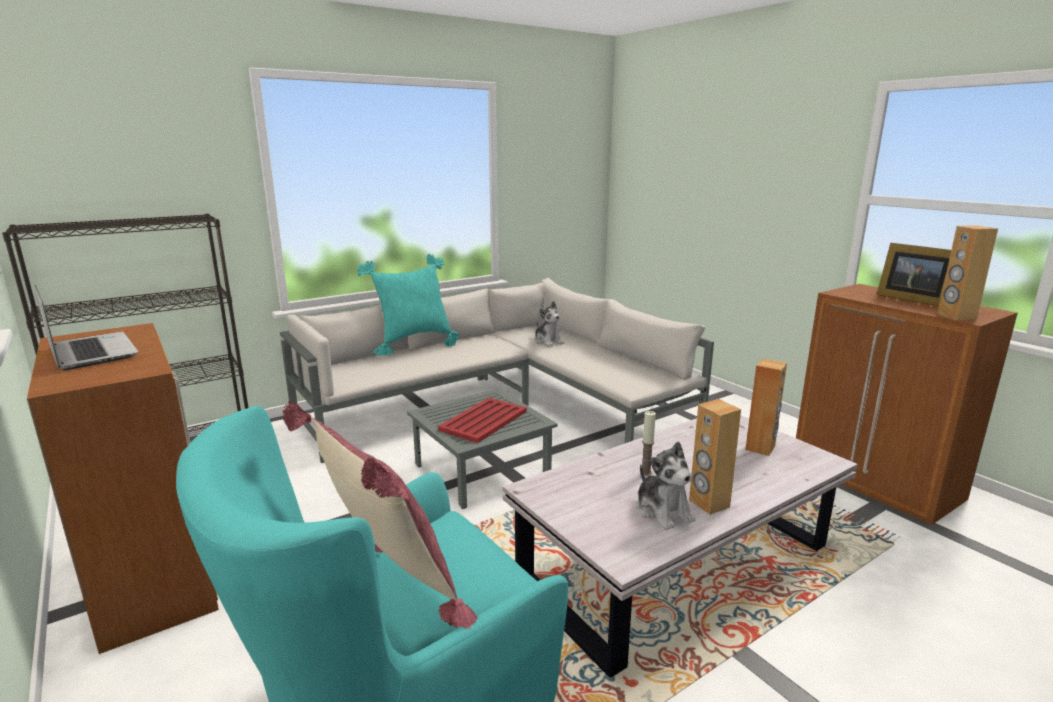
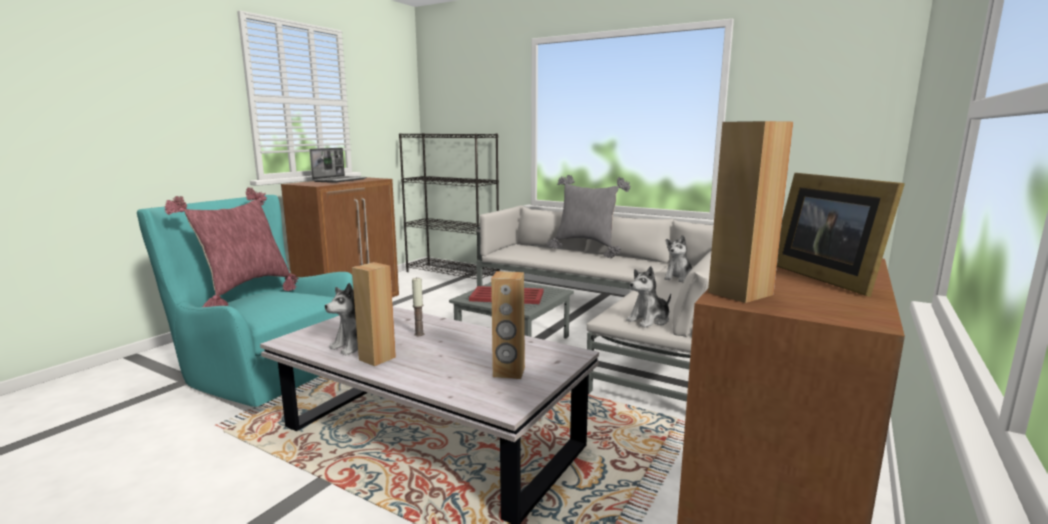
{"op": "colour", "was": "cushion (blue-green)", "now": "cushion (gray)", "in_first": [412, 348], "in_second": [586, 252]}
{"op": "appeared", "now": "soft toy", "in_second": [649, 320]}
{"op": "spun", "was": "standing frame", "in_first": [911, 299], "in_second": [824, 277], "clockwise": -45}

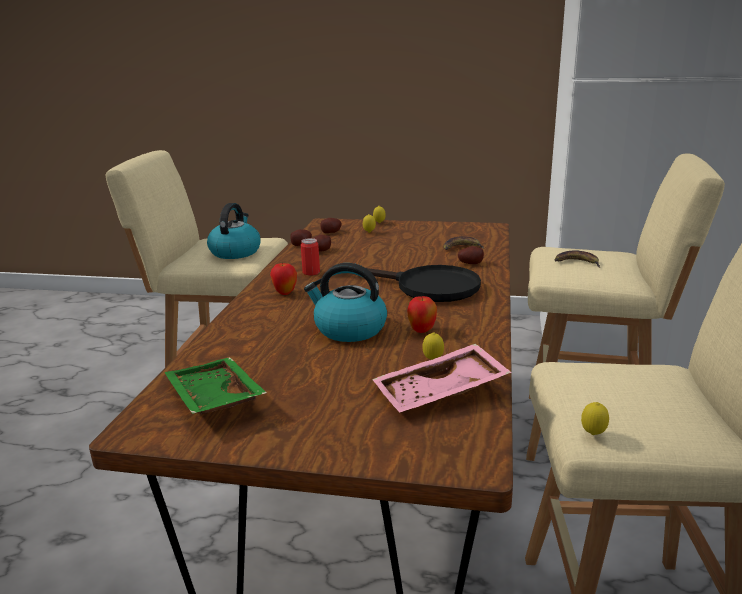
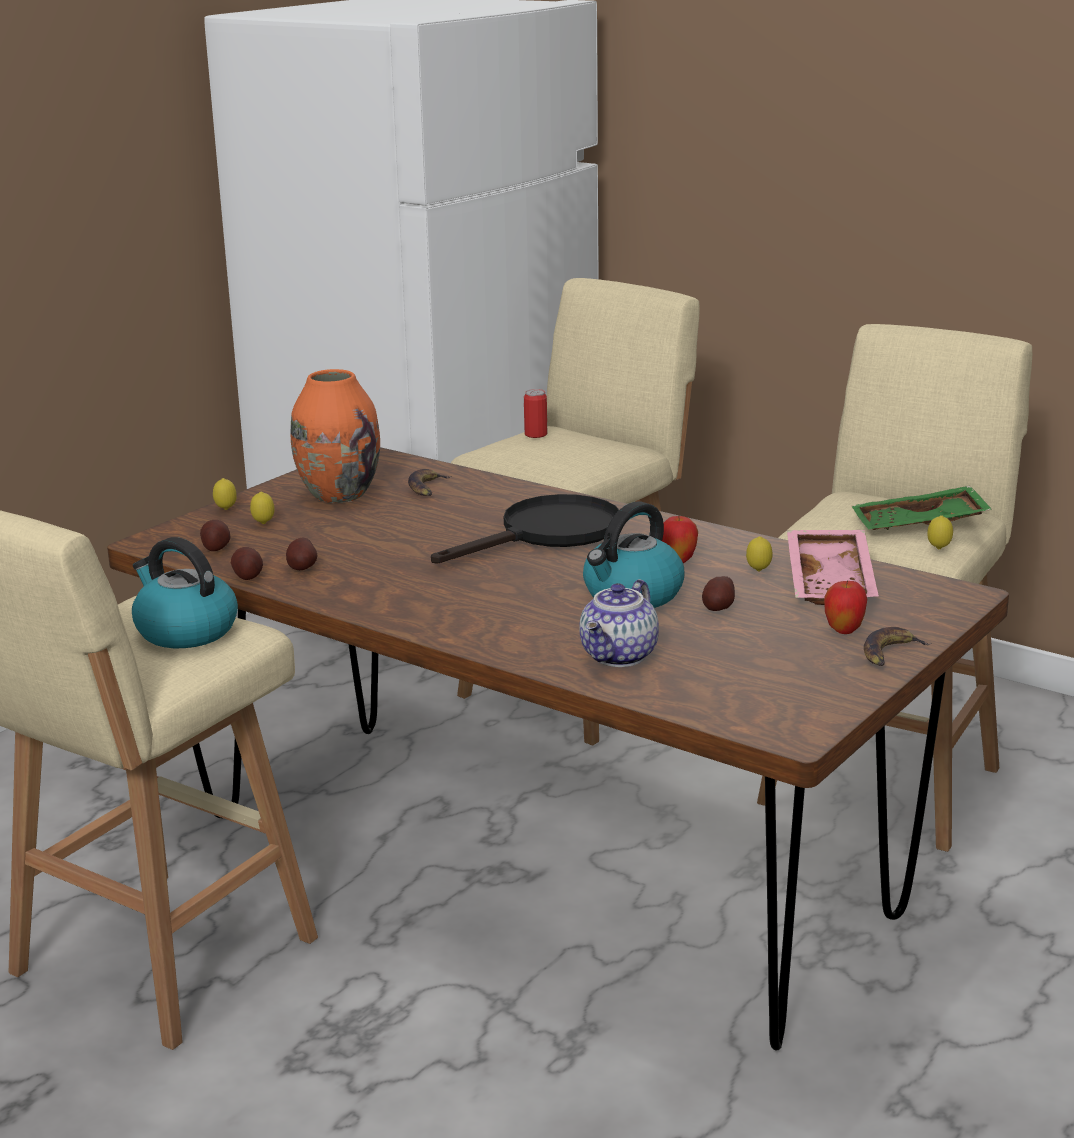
{"op": "appeared", "now": "flower vase (orange)", "in_second": [338, 494]}
{"op": "relocated", "was": "metal can", "in_first": [311, 272], "in_second": [535, 434]}
{"op": "appeared", "now": "teapot", "in_second": [620, 656]}
{"op": "relocated", "was": "whole potato", "in_first": [470, 263], "in_second": [718, 608]}
{"op": "relocated", "was": "whole apple", "in_first": [285, 293], "in_second": [844, 631]}
{"op": "relocated", "was": "serving tray (greenish)", "in_first": [212, 399], "in_second": [919, 526]}
{"op": "relocated", "was": "banana fruit", "in_first": [576, 262], "in_second": [890, 653]}

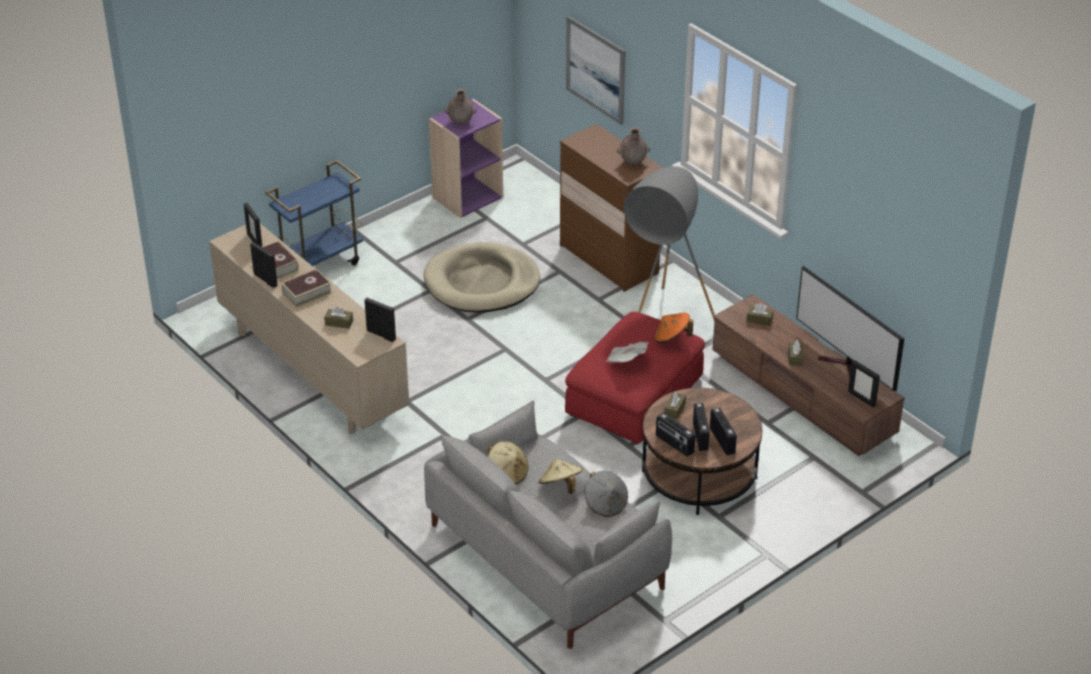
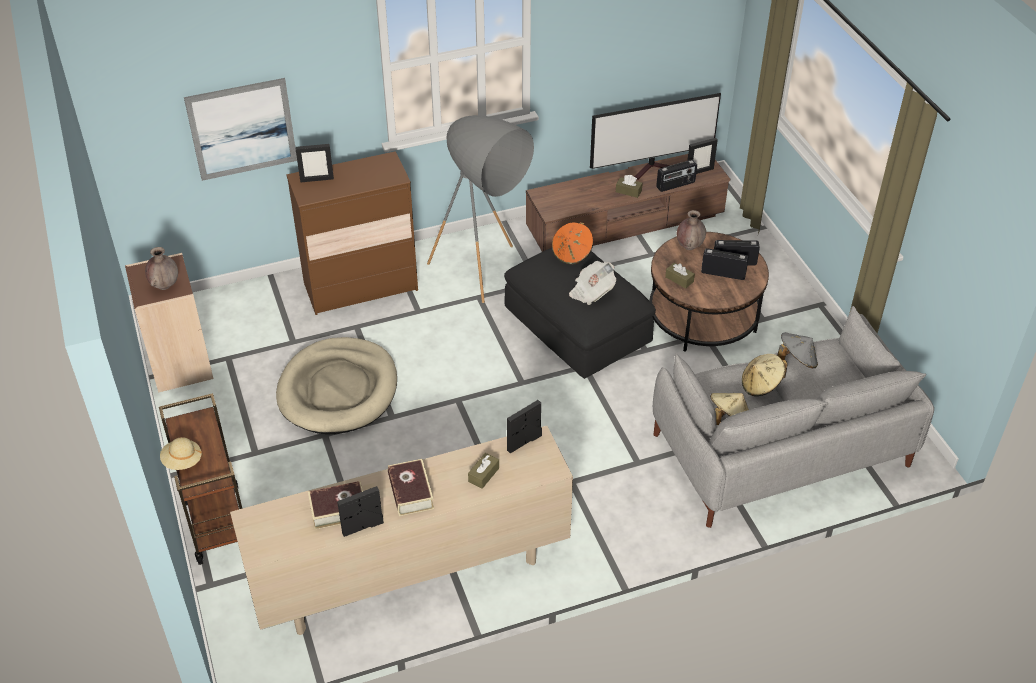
{"op": "colour", "was": "bookshelf (purple)", "now": "bookshelf (brown-coloured)", "in_first": [467, 196], "in_second": [179, 363]}
{"op": "colour", "was": "trolley (blue)", "now": "trolley (brown-coloured)", "in_first": [321, 266], "in_second": [217, 522]}
{"op": "appeared", "now": "wearable hat (sand-coloured)", "in_second": [182, 461]}
{"op": "relocated", "was": "standing frame", "in_first": [255, 241], "in_second": [317, 179]}
{"op": "colour", "was": "pouffe (red)", "now": "pouffe (black-coloured)", "in_first": [634, 397], "in_second": [577, 327]}
{"op": "relocated", "was": "radio receiver", "in_first": [674, 444], "in_second": [676, 185]}
{"op": "relocated", "was": "flower vase (brown-coloured)", "in_first": [633, 162], "in_second": [689, 246]}
{"op": "missing", "was": "tissue box (brown-coloured)", "in_first": [759, 320]}

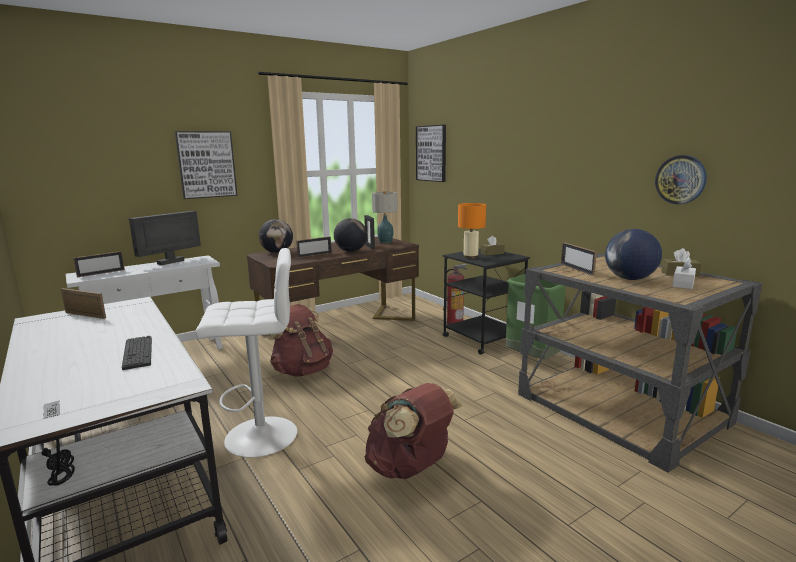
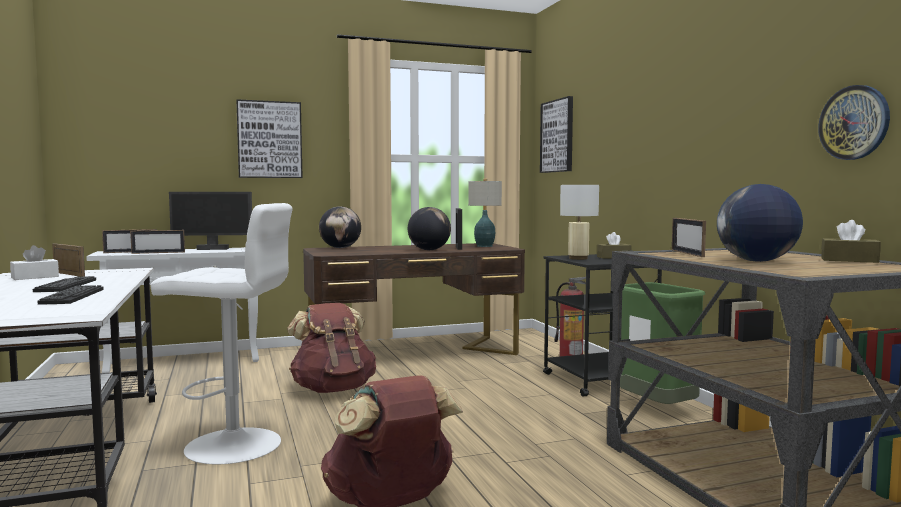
{"op": "relocated", "was": "tissue box (white-coloured)", "in_first": [683, 284], "in_second": [35, 277]}
{"op": "appeared", "now": "computer keyboard", "in_second": [66, 285]}
{"op": "relocated", "was": "standing frame", "in_first": [314, 255], "in_second": [158, 253]}
{"op": "spun", "was": "computer screen", "in_first": [171, 262], "in_second": [213, 249], "clockwise": -150}
{"op": "colour", "was": "tabletop lamp (orange)", "now": "tabletop lamp (white-coloured)", "in_first": [471, 257], "in_second": [578, 258]}

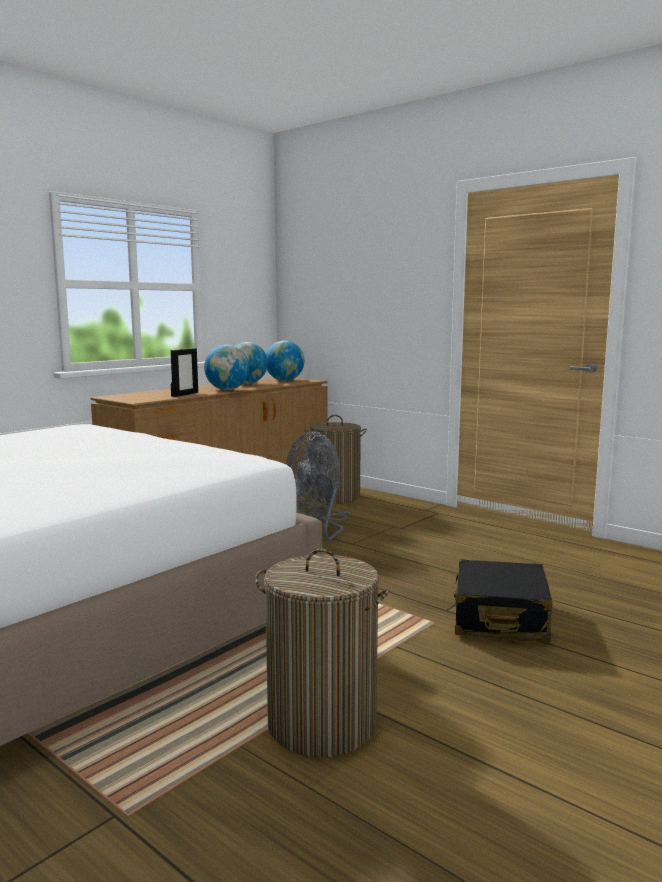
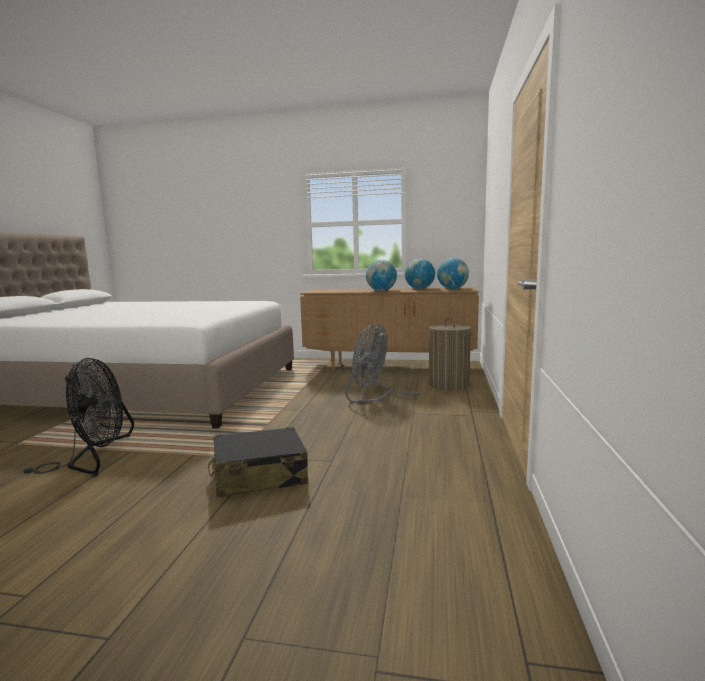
{"op": "exchanged", "was": "hamper", "now": "electric fan (black-coloured)", "in_first": [321, 724], "in_second": [92, 458]}
{"op": "missing", "was": "standing frame", "in_first": [185, 394]}

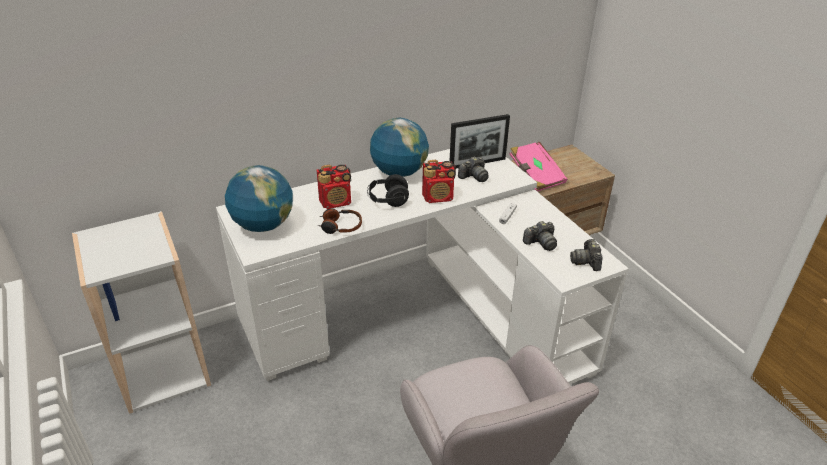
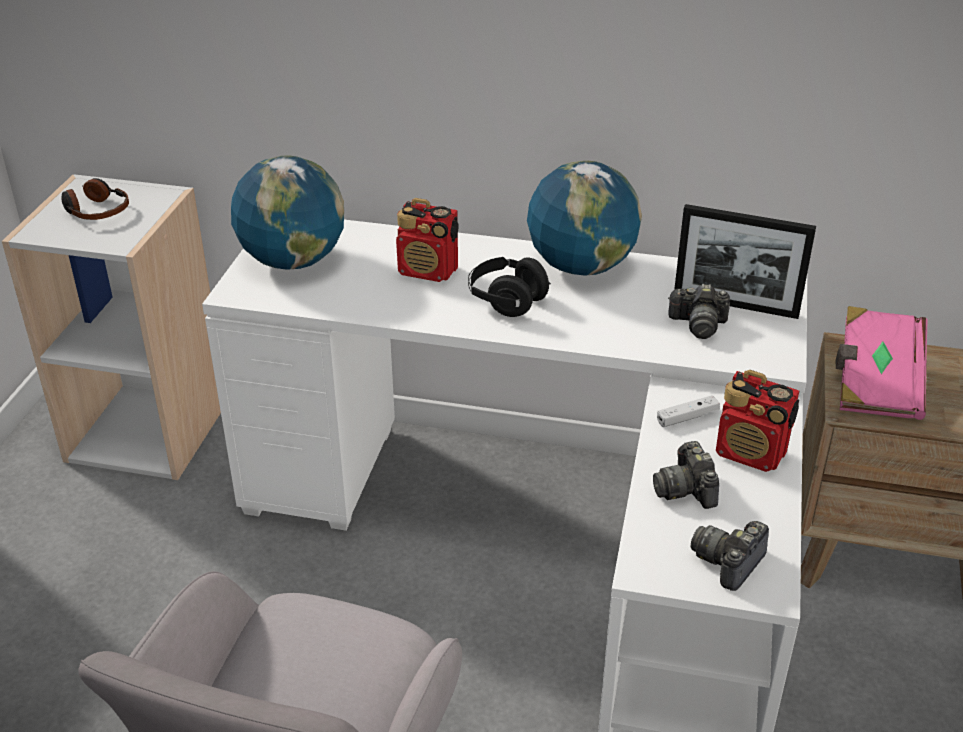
{"op": "relocated", "was": "pair of headphones", "in_first": [340, 226], "in_second": [96, 211]}
{"op": "spun", "was": "still camera", "in_first": [541, 243], "in_second": [686, 489], "clockwise": 60}
{"op": "relocated", "was": "radio receiver", "in_first": [438, 197], "in_second": [751, 454]}

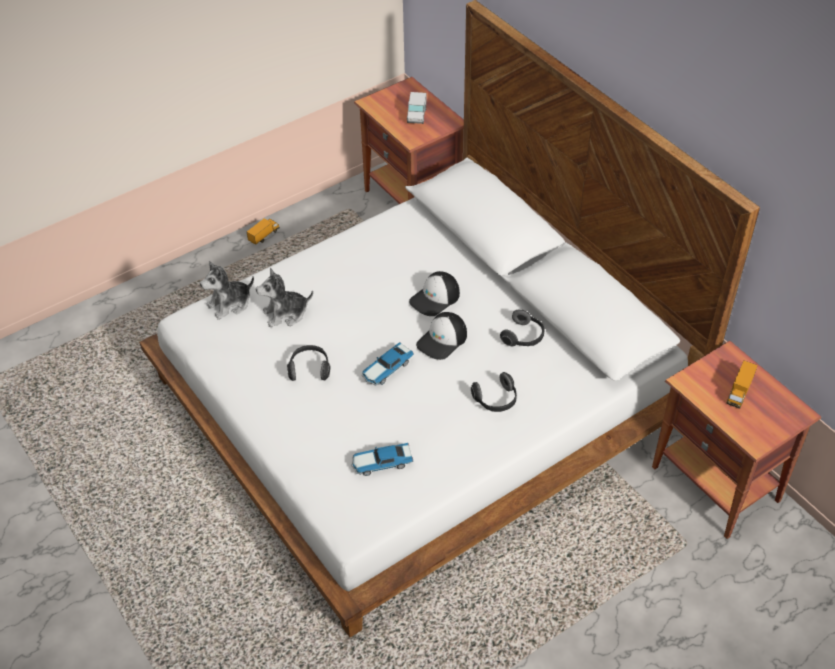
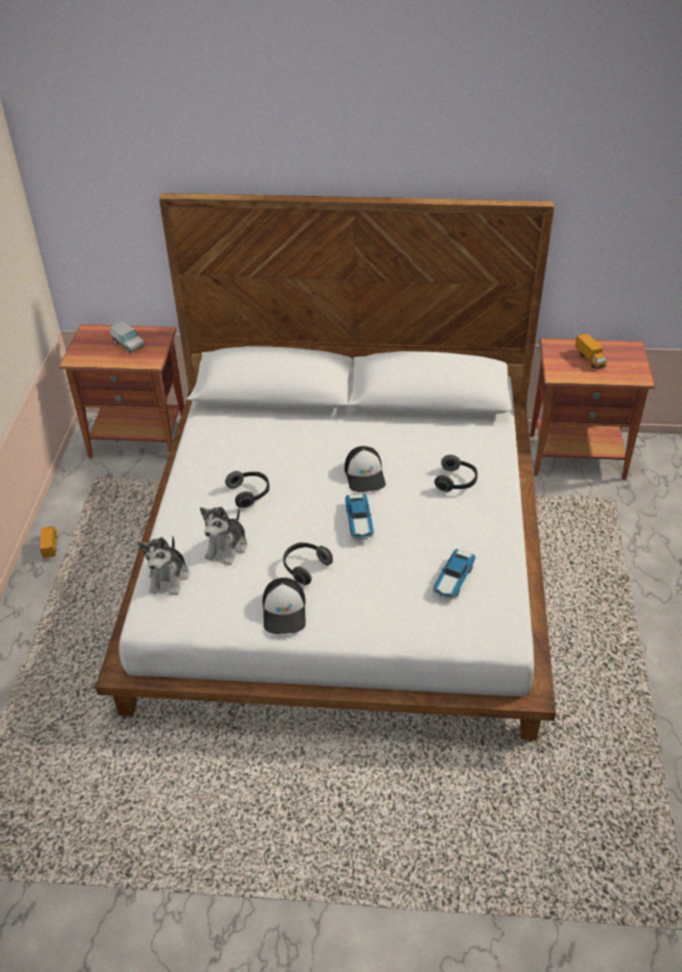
{"op": "relocated", "was": "pair of headphones", "in_first": [523, 337], "in_second": [250, 493]}
{"op": "relocated", "was": "baseball cap", "in_first": [435, 298], "in_second": [285, 611]}

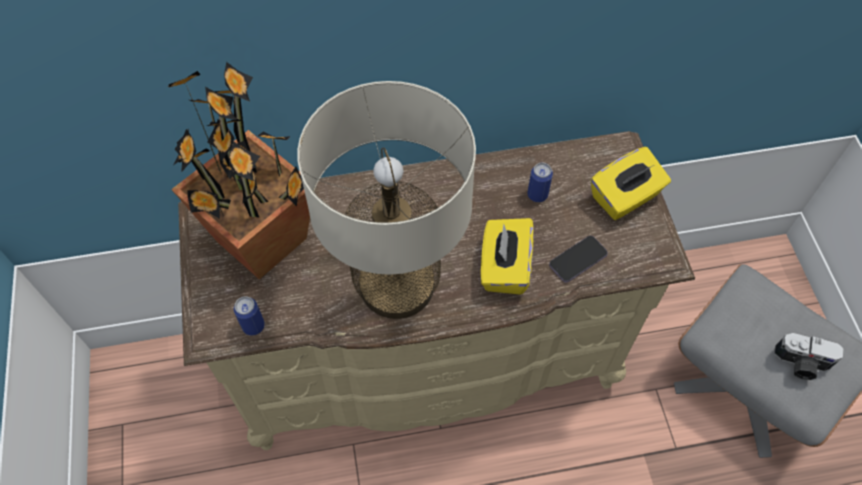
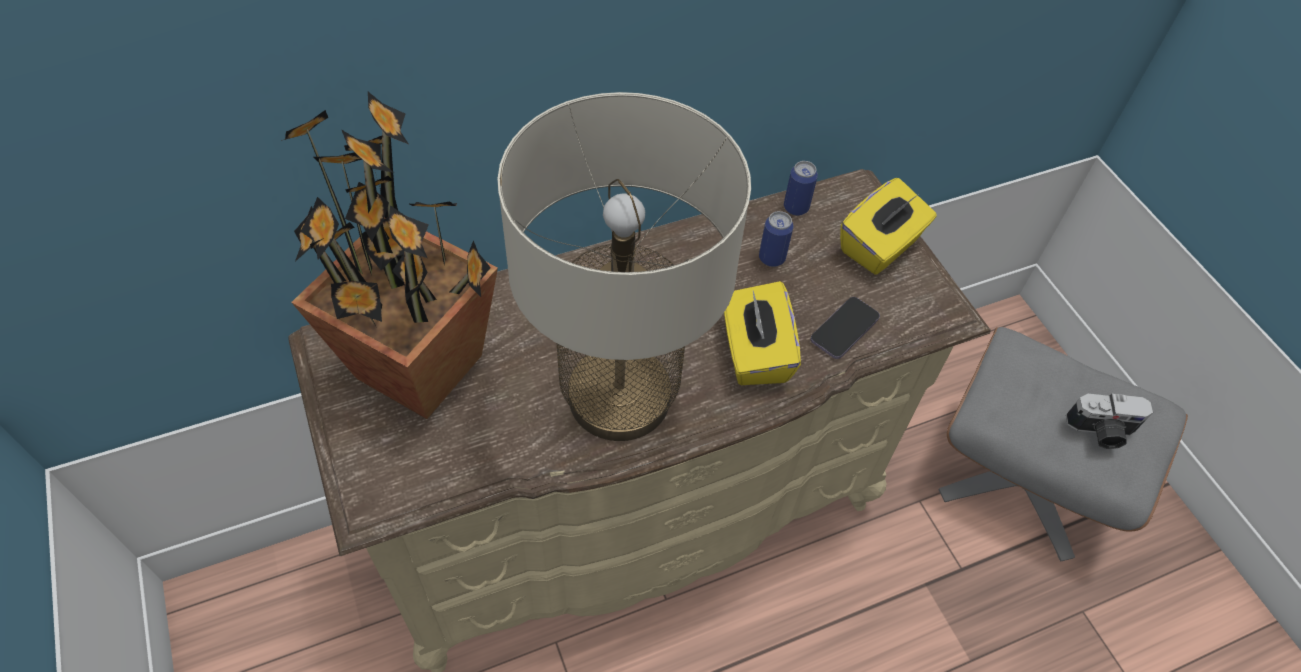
{"op": "relocated", "was": "metal can", "in_first": [253, 326], "in_second": [796, 207]}

